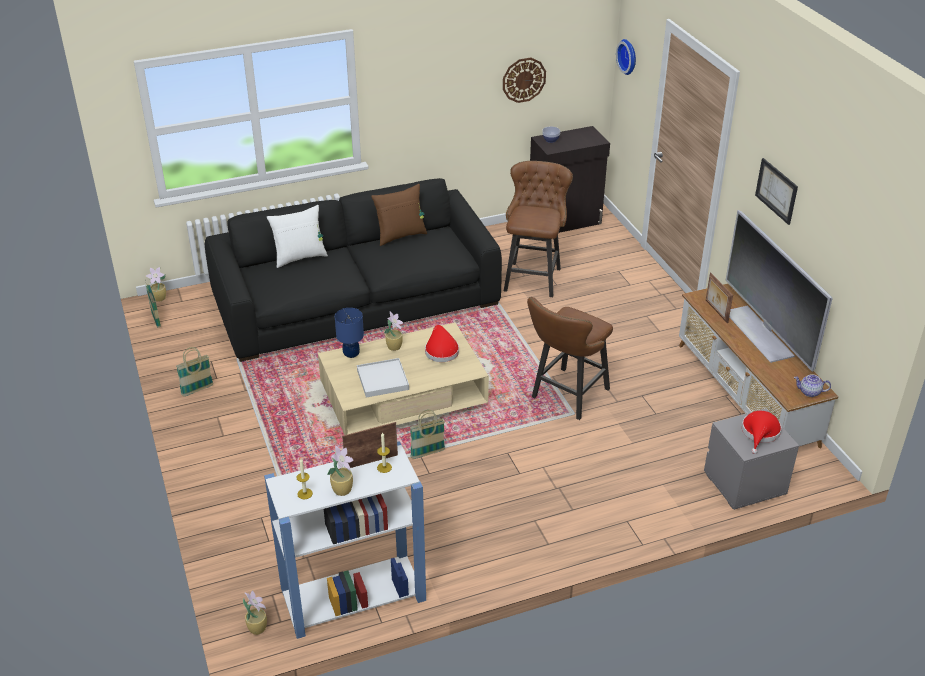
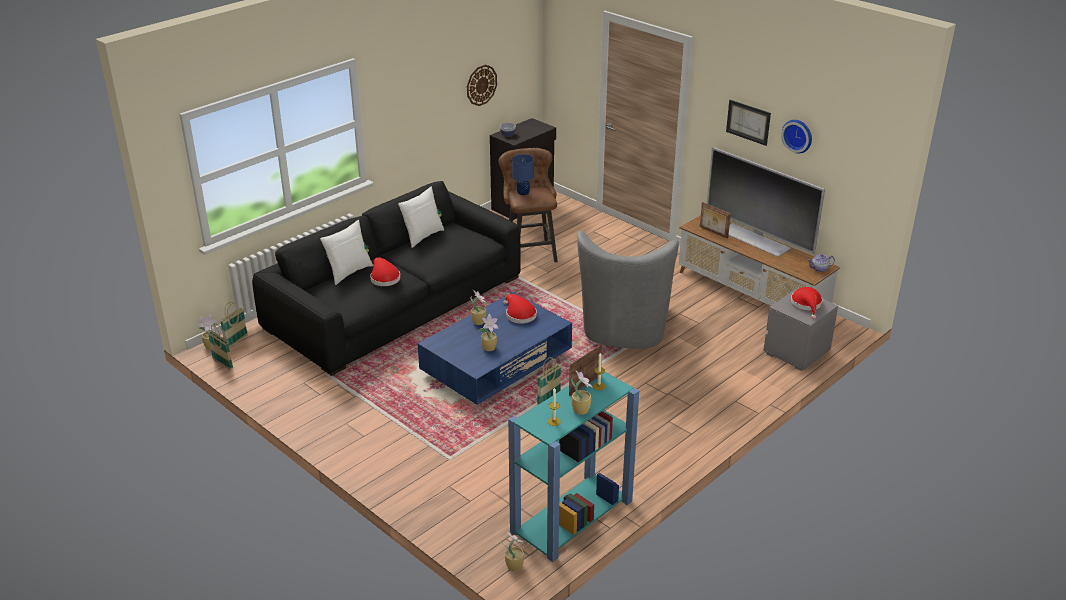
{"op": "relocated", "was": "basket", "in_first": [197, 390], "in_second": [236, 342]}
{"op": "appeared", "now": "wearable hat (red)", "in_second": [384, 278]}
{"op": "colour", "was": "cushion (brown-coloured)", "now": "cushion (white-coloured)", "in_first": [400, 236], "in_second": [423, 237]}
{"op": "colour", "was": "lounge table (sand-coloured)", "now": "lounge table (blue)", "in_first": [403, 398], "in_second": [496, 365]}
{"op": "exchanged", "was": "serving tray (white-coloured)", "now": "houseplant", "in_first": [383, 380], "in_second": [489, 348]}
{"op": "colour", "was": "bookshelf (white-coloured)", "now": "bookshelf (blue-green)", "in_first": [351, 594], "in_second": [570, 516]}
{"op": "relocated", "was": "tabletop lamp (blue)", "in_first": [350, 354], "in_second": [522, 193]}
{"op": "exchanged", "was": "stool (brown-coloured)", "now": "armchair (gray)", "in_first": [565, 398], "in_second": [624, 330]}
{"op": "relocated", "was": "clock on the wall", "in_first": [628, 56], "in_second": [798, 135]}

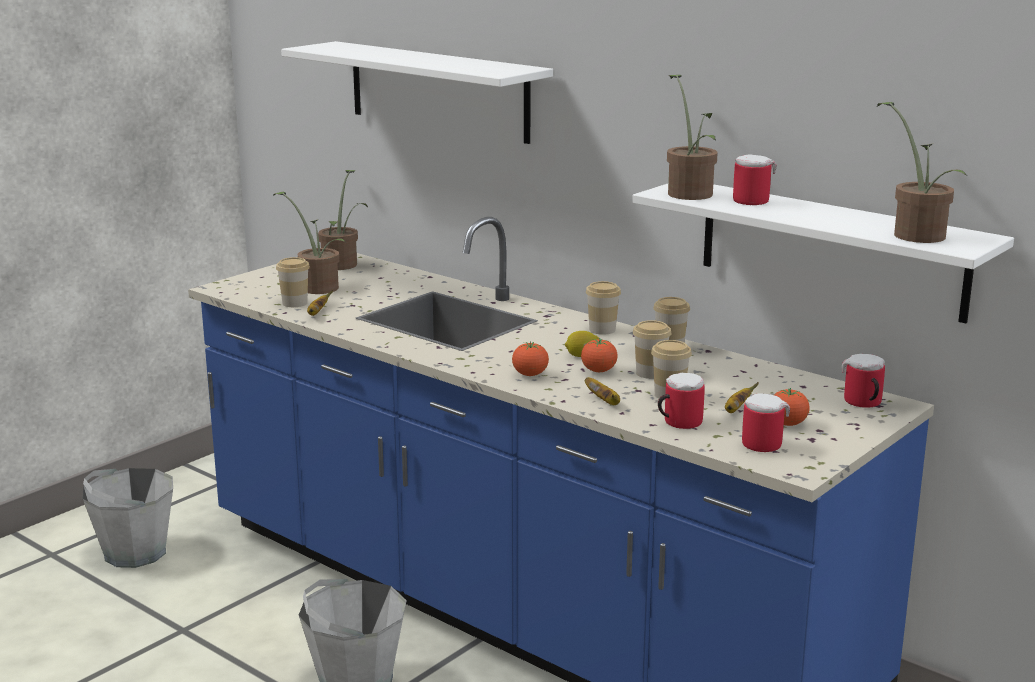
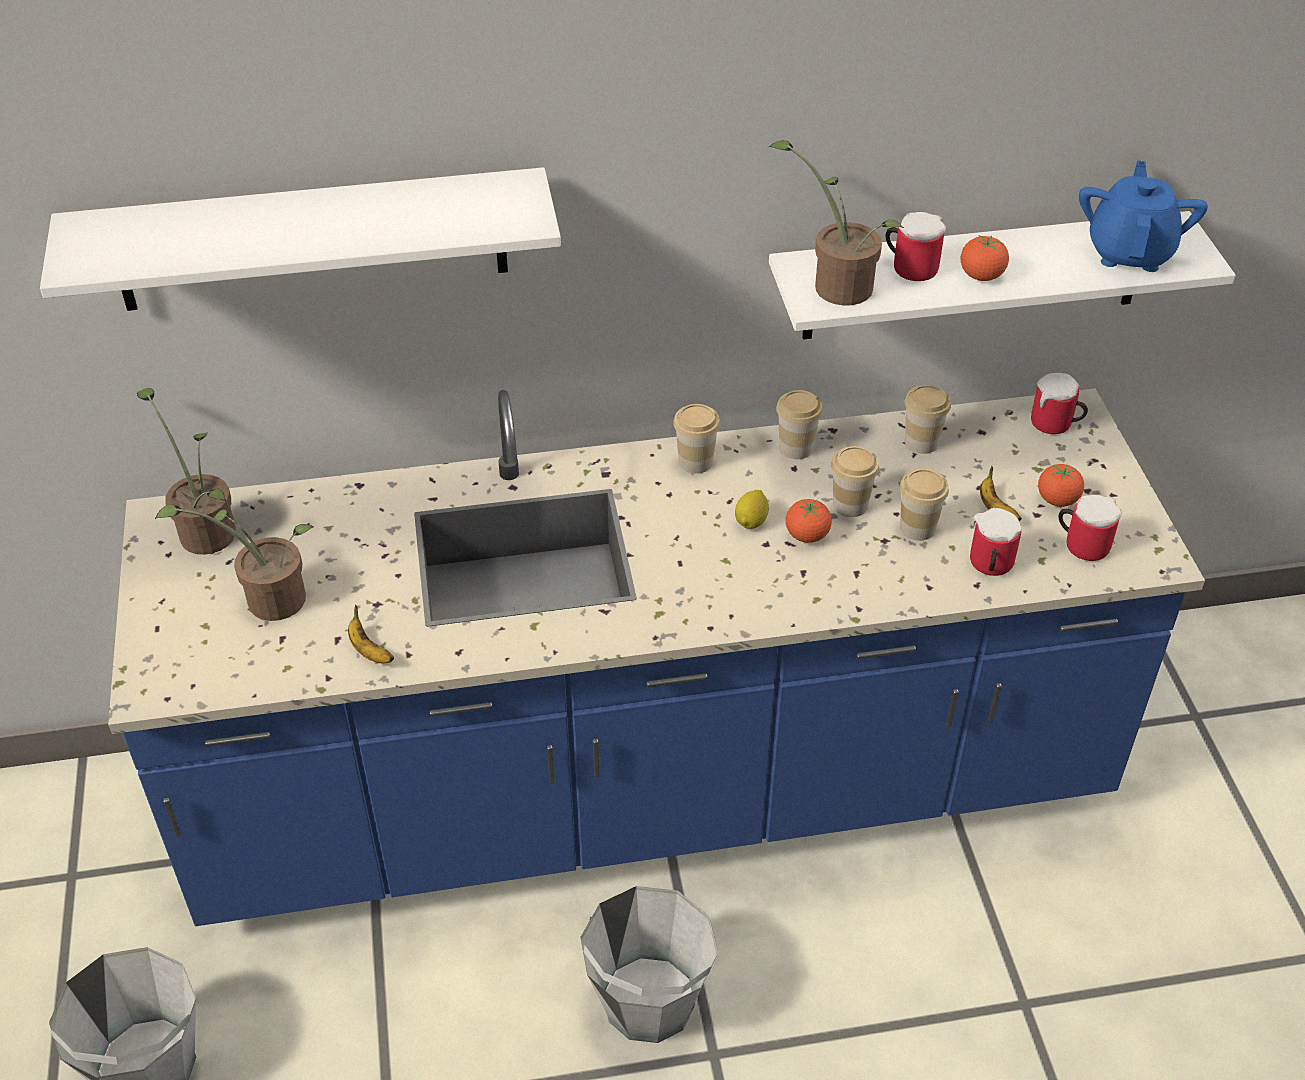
{"op": "relocated", "was": "cup", "in_first": [295, 303], "in_second": [921, 442]}
{"op": "relocated", "was": "whole tomato", "in_first": [530, 375], "in_second": [981, 276]}
{"op": "exchanged", "was": "houseplant", "now": "teapot (blue)", "in_first": [915, 233], "in_second": [1130, 252]}
{"op": "missing", "was": "banana fruit", "in_first": [604, 401]}

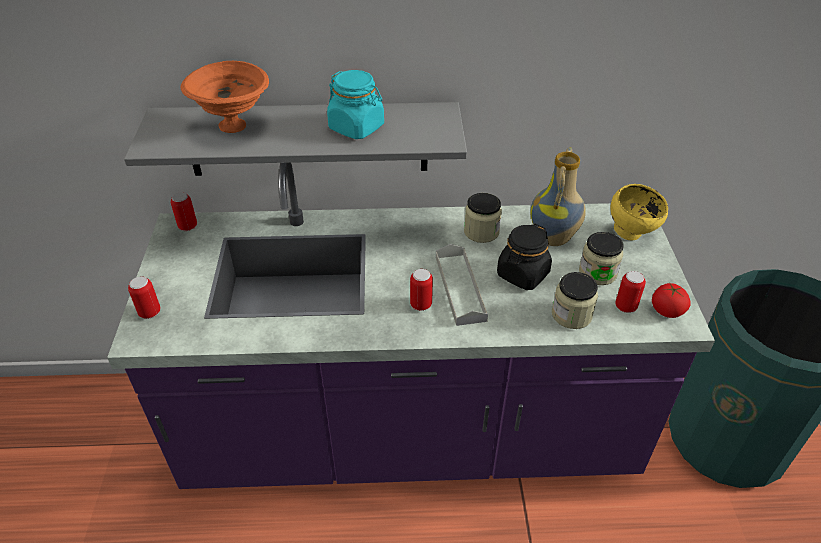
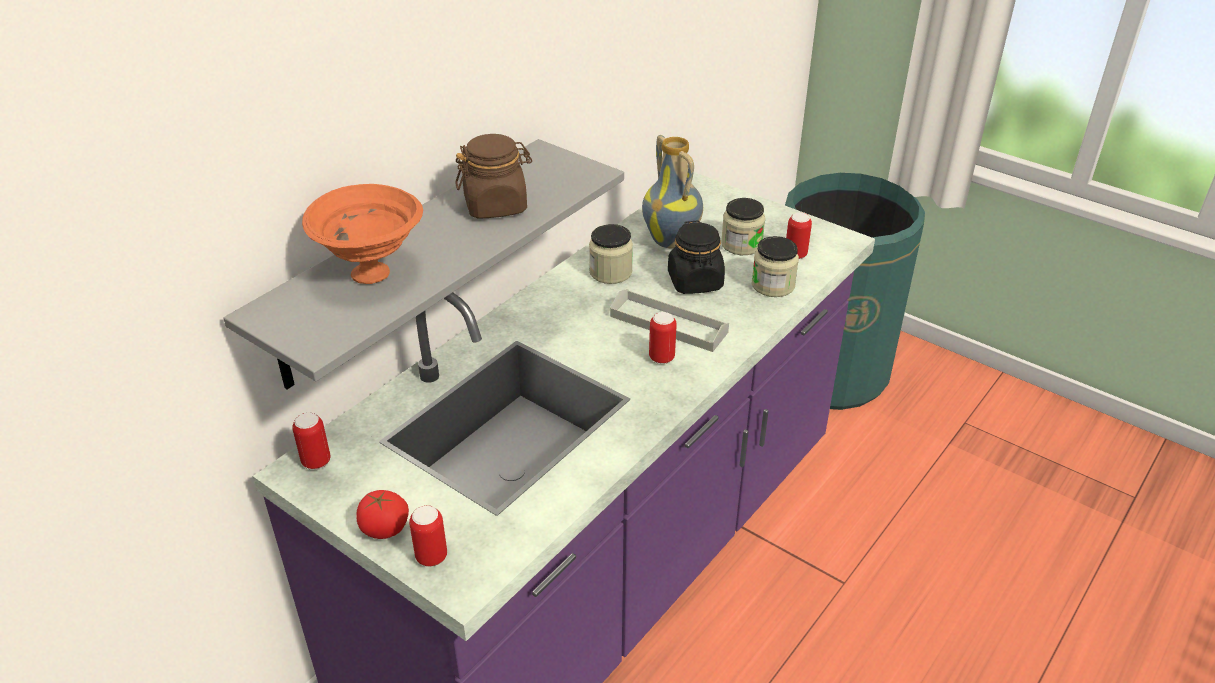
{"op": "relocated", "was": "whole tomato", "in_first": [667, 311], "in_second": [385, 528]}
{"op": "colour", "was": "preserve jar (blue-green)", "now": "preserve jar (brown-coloured)", "in_first": [357, 127], "in_second": [496, 205]}
{"op": "missing", "was": "serving bowl (yellow)", "in_first": [631, 233]}

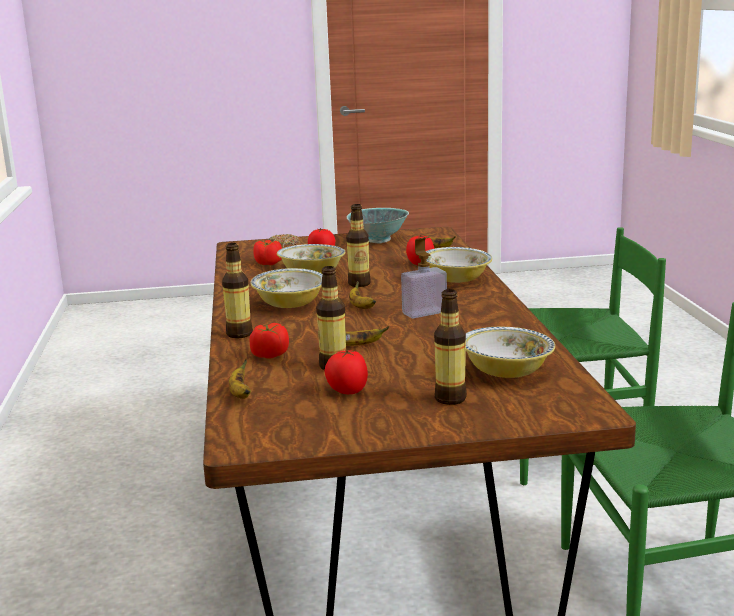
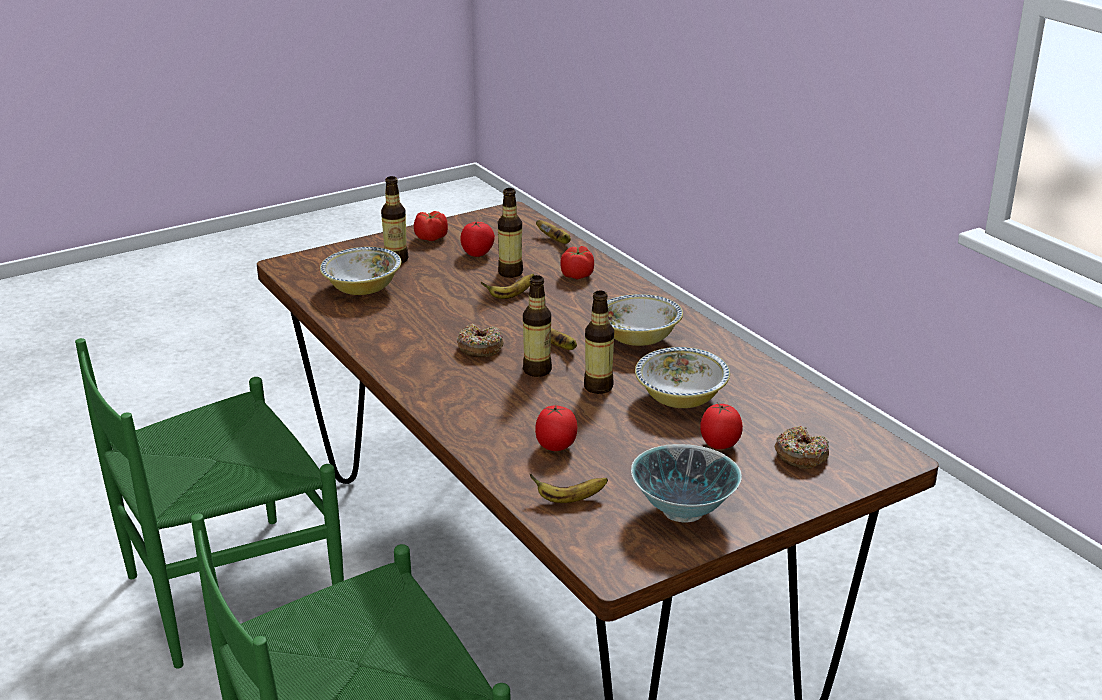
{"op": "relocated", "was": "whole tomato", "in_first": [268, 263], "in_second": [431, 238]}
{"op": "exchanged", "was": "soap dispenser", "now": "doughnut", "in_first": [424, 312], "in_second": [480, 348]}
{"op": "relocated", "was": "drink bottle", "in_first": [239, 334], "in_second": [537, 370]}
{"op": "missing", "was": "serving bowl", "in_first": [456, 280]}

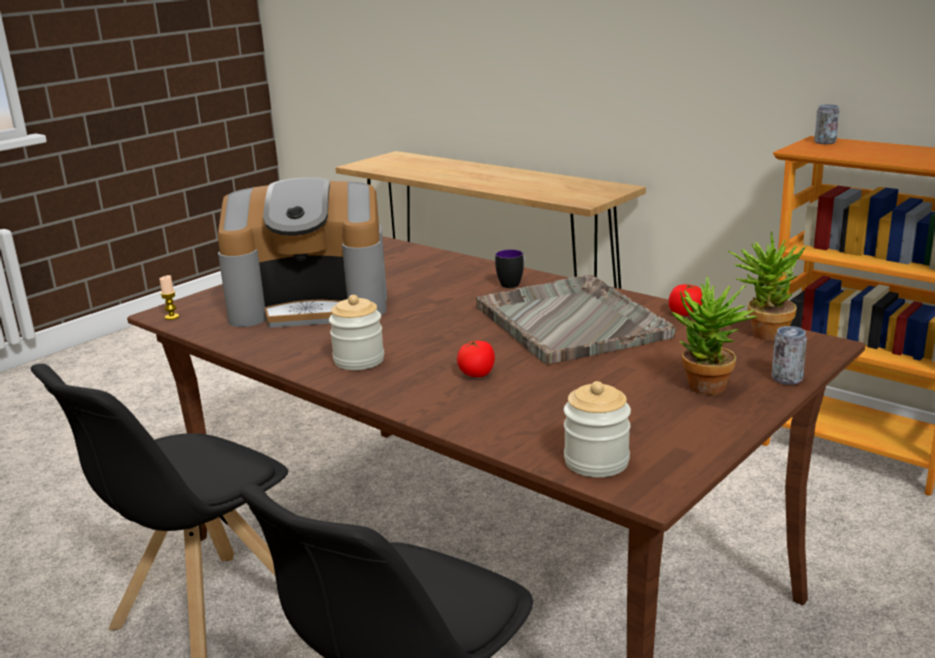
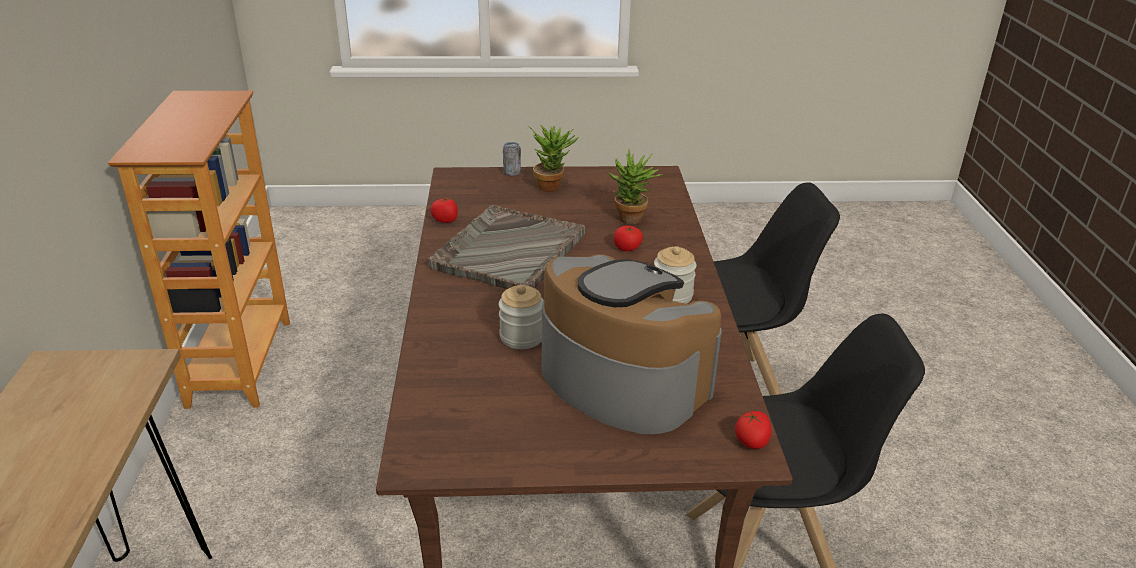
{"op": "relocated", "was": "preserve jar", "in_first": [596, 462], "in_second": [521, 337]}
{"op": "relocated", "was": "houseplant", "in_first": [762, 333], "in_second": [631, 221]}
{"op": "exchanged", "was": "candle", "now": "whole tomato", "in_first": [172, 317], "in_second": [752, 442]}
{"op": "missing", "was": "coffee mug", "in_first": [513, 283]}
{"op": "missing", "was": "metal can", "in_first": [825, 142]}

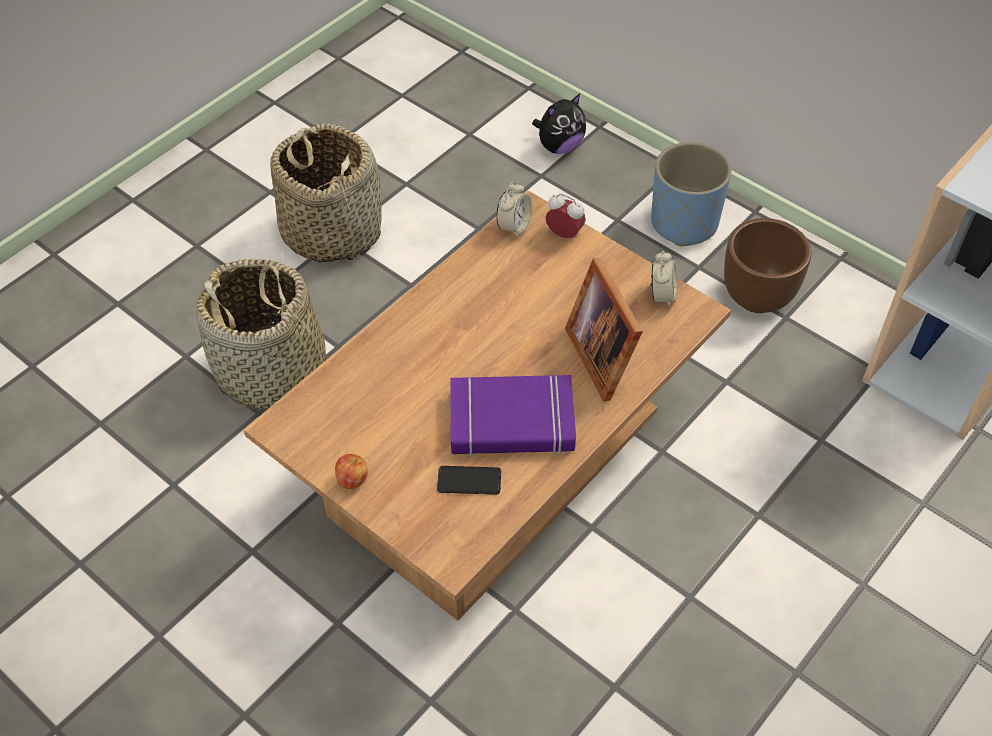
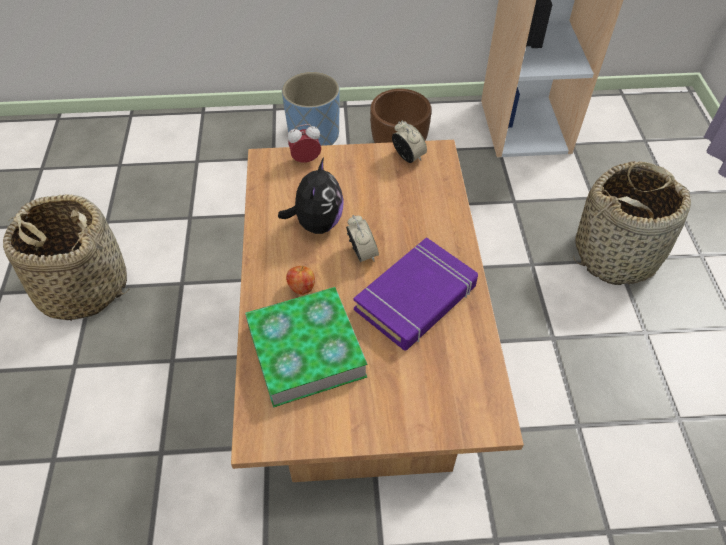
{"op": "appeared", "now": "bound book", "in_second": [306, 350]}
{"op": "relocated", "was": "soft toy", "in_first": [559, 146], "in_second": [317, 223]}
{"op": "relocated", "was": "whole apple", "in_first": [352, 480], "in_second": [301, 288]}
{"op": "relocated", "was": "table clock", "in_first": [514, 226], "in_second": [362, 253]}
{"op": "relocated", "was": "basket", "in_first": [273, 372], "in_second": [616, 254]}
{"op": "missing", "was": "phone", "in_first": [469, 481]}
{"op": "missing", "was": "standing frame", "in_first": [605, 355]}

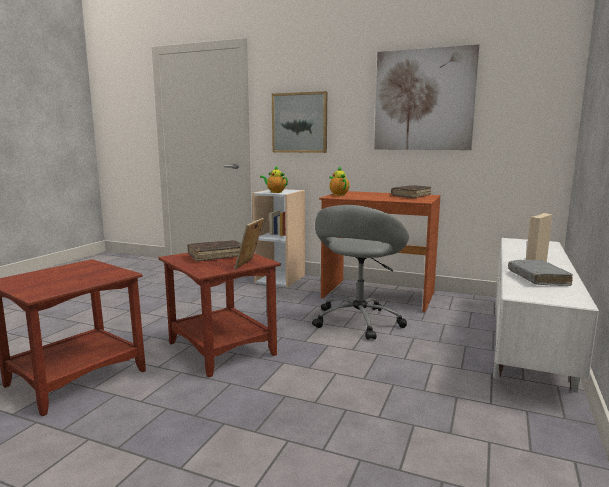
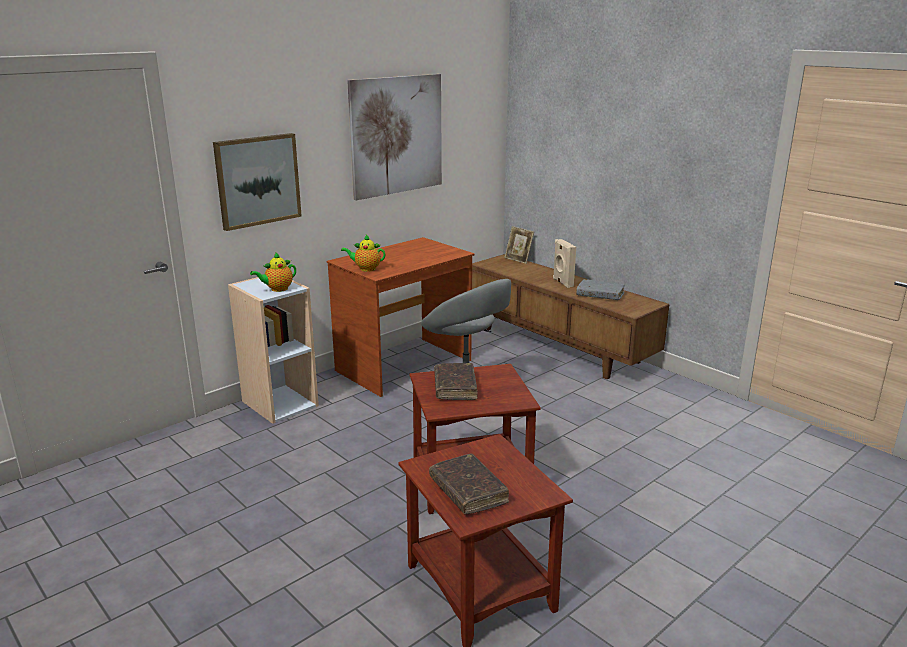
{"op": "relocated", "was": "bound book (brown-coloured)", "in_first": [411, 196], "in_second": [468, 491]}
{"op": "colour", "was": "tv stand (white-coloured)", "now": "tv stand (brown-coloured)", "in_first": [530, 341], "in_second": [560, 345]}
{"op": "relocated", "was": "standing frame", "in_first": [249, 264], "in_second": [518, 260]}

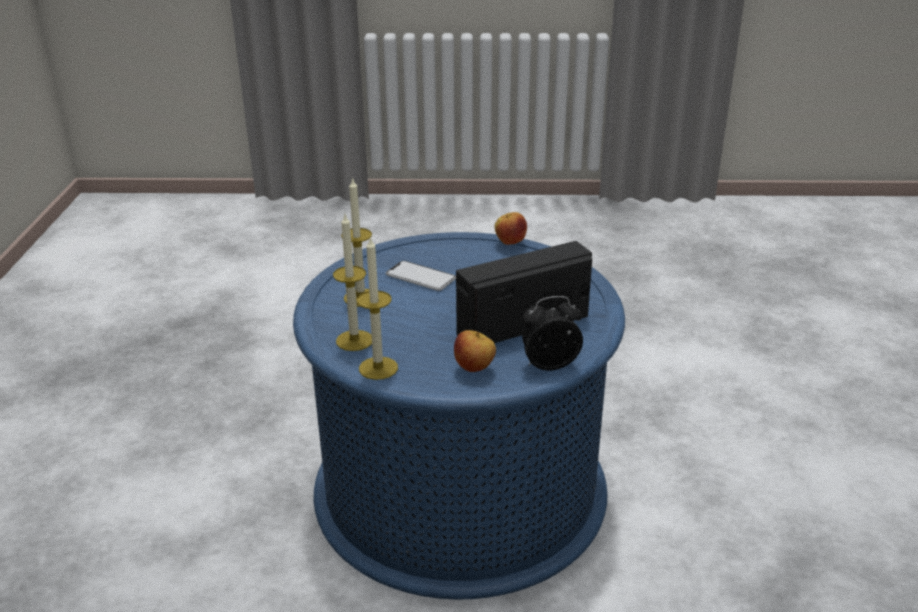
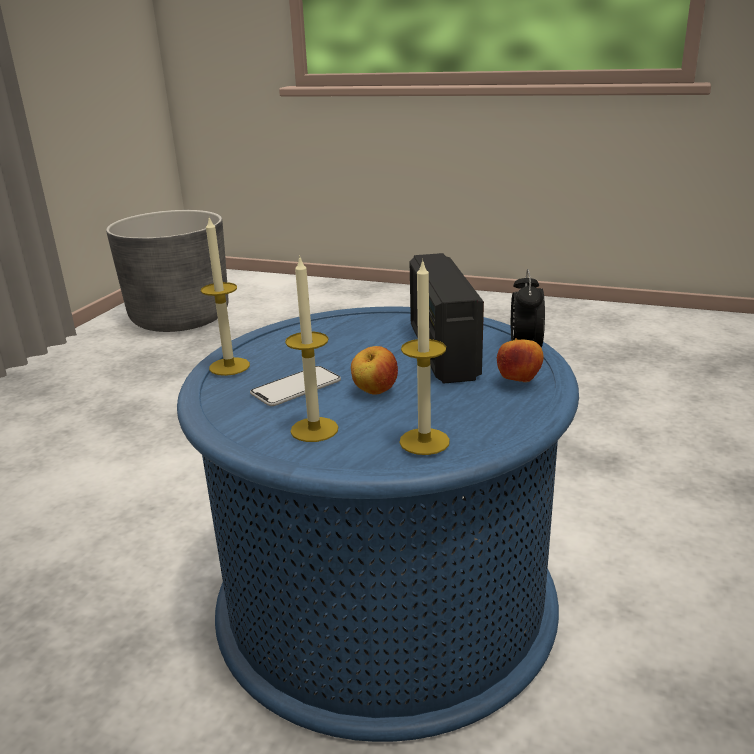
{"op": "appeared", "now": "flower pot (gray)", "in_second": [180, 318]}
{"op": "relocated", "was": "candle", "in_first": [378, 368], "in_second": [229, 366]}
{"op": "relocated", "was": "whole apple", "in_first": [510, 243], "in_second": [374, 392]}

